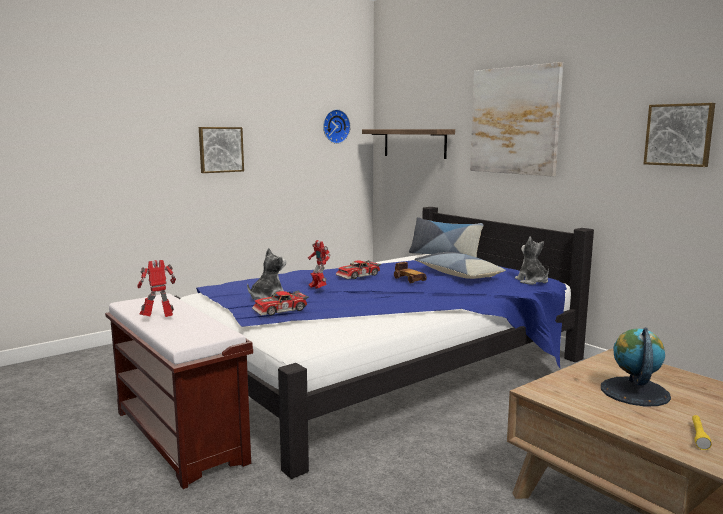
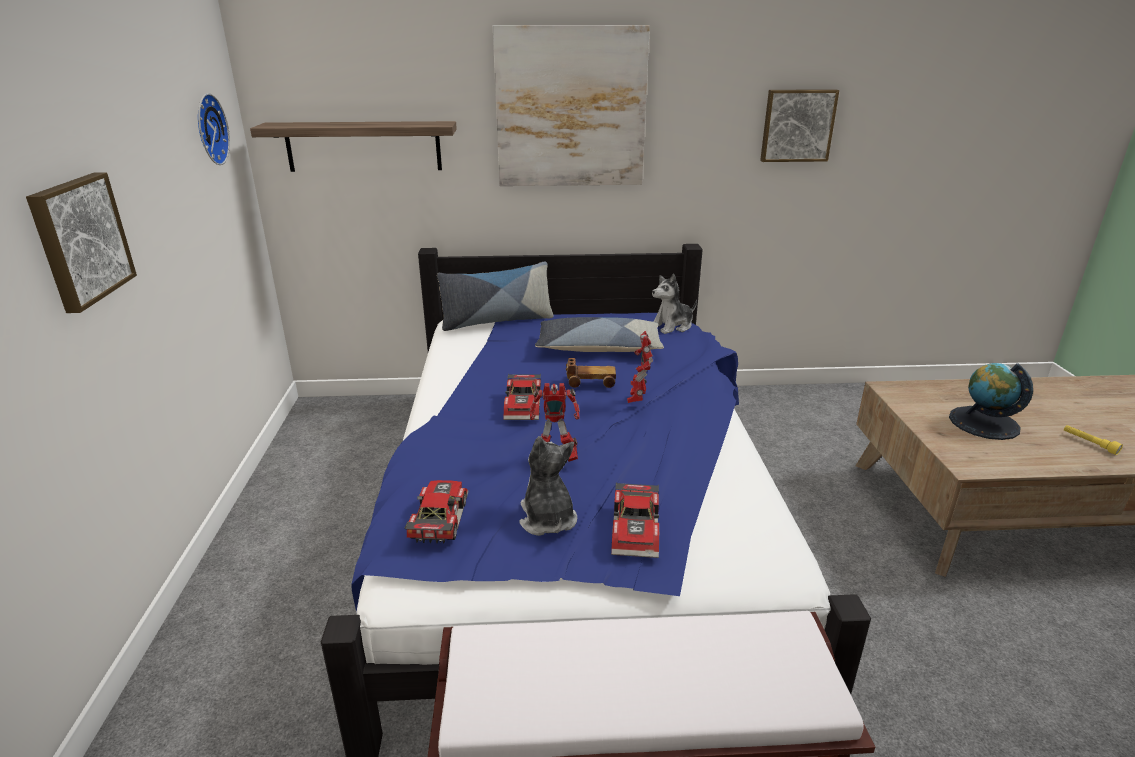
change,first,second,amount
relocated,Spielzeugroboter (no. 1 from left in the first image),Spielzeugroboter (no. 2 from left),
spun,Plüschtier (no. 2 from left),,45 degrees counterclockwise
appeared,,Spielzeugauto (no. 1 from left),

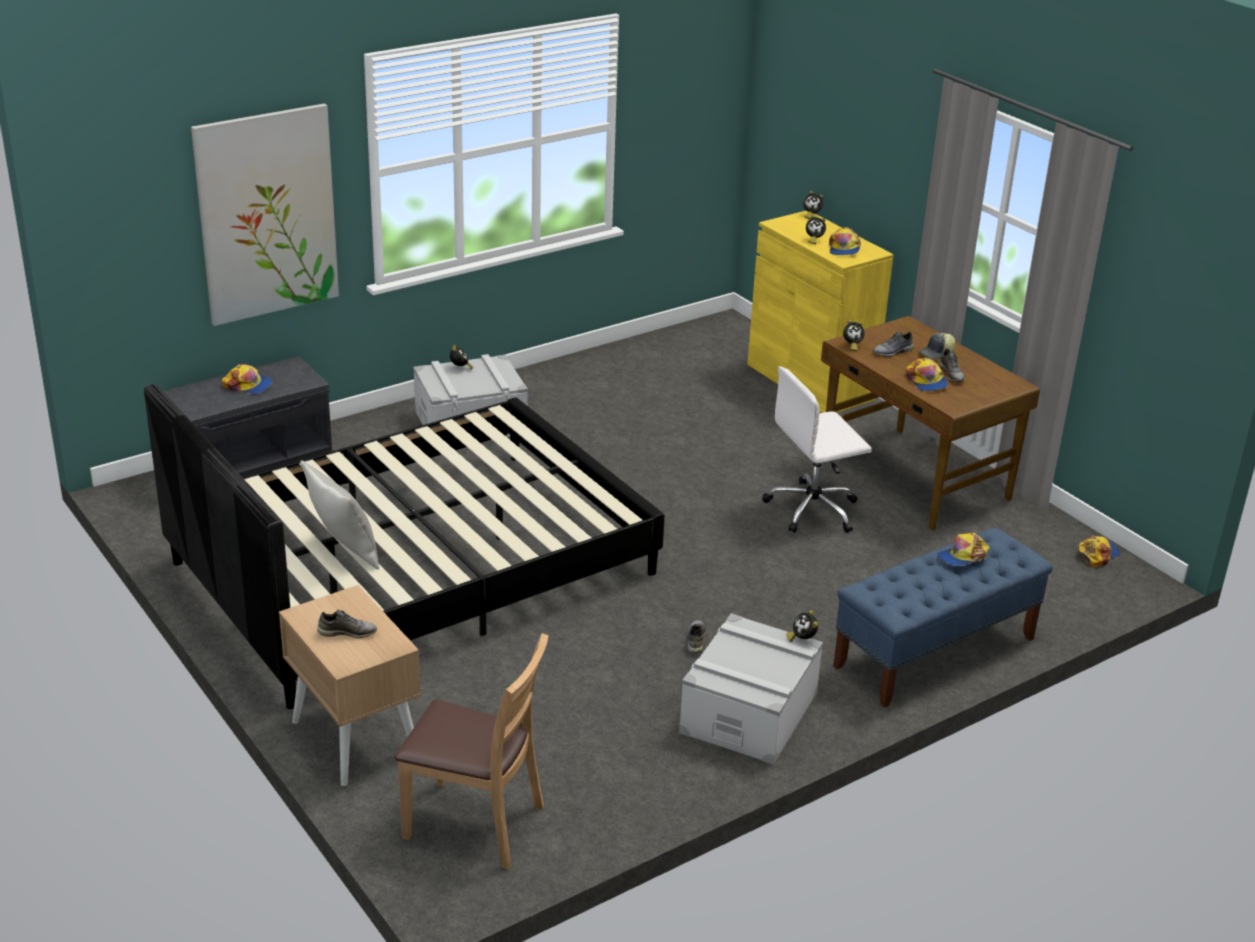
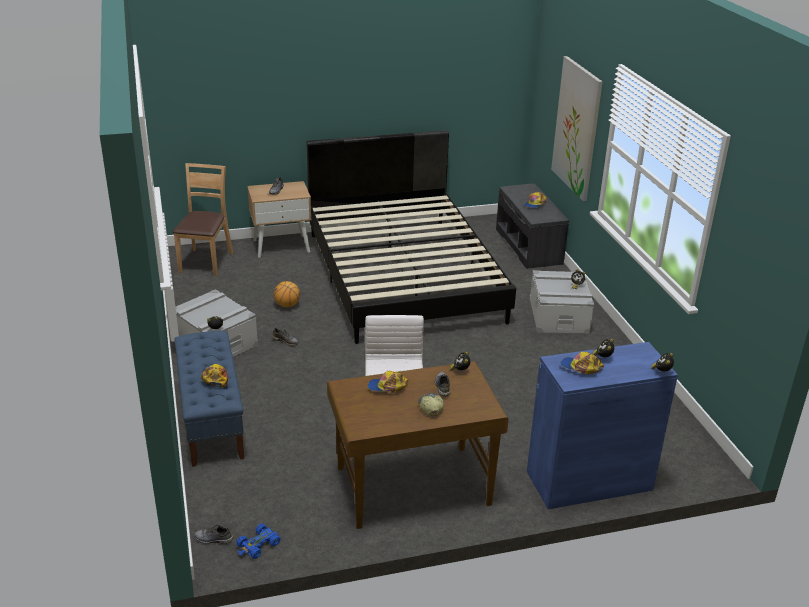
change,first,second,amount
missing,Kissen (grau),,
spun,Stuhl (braun),,150 degrees clockwise
colour,Schrank (gelb),Schrank (blau),
relocated,Schuh (grau) (no. 4 from left in the first image),Schuh (grau) (no. 1 from left),
exchanged,Kappe (no. 6 from left),Spielzeugauto (blau),
appeared,,Basketball,

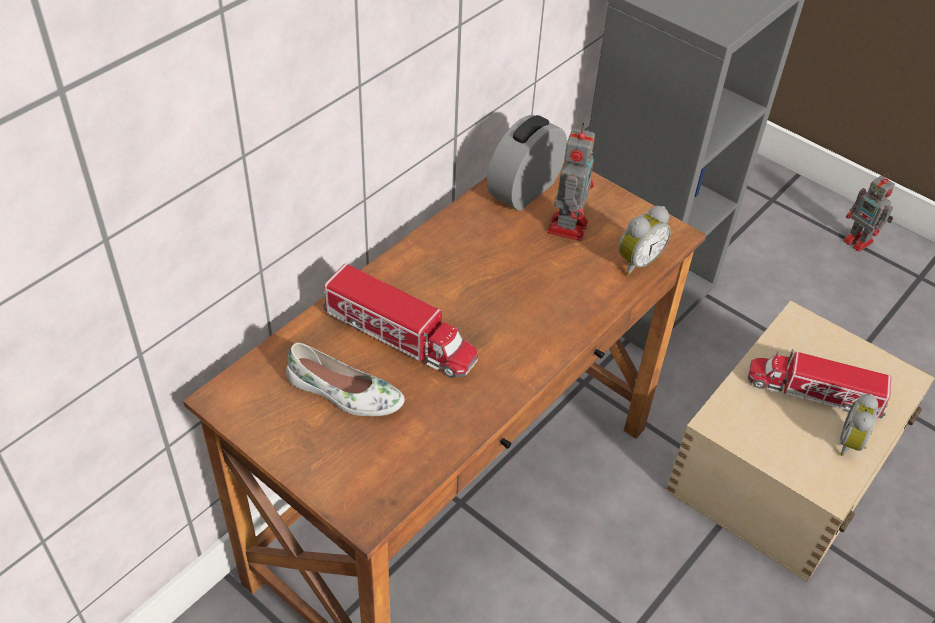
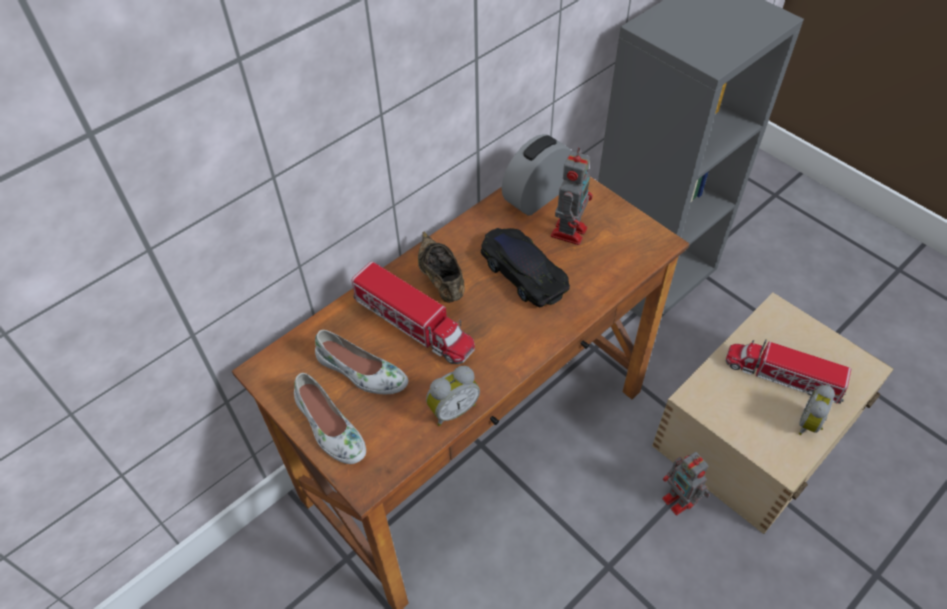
change,first,second,amount
relocated,Wecker (no. 2 from left in the first image),Wecker (no. 1 from left),
relocated,Spielzeugroboter (no. 2 from left),,
appeared,,Schuh (weiß) (no. 1 from left),
appeared,,Schuh (braun),
appeared,,Spielzeugauto (schwarz),

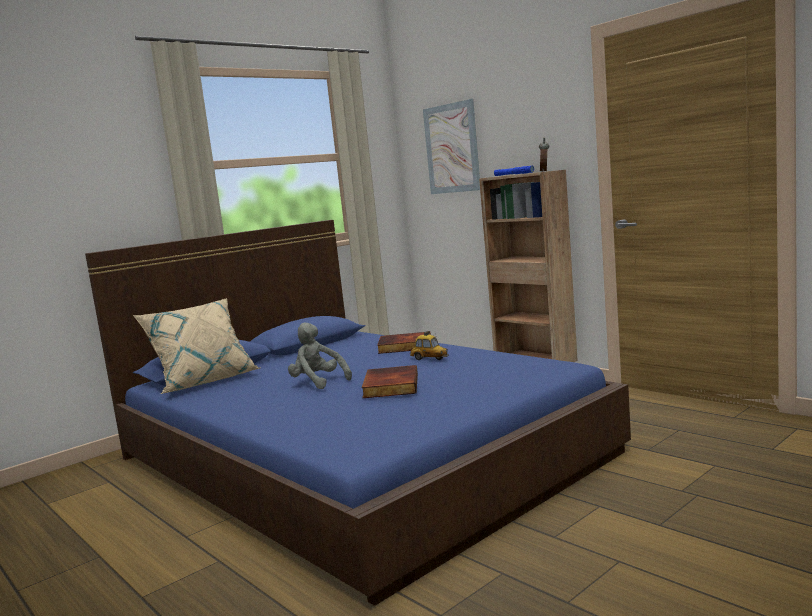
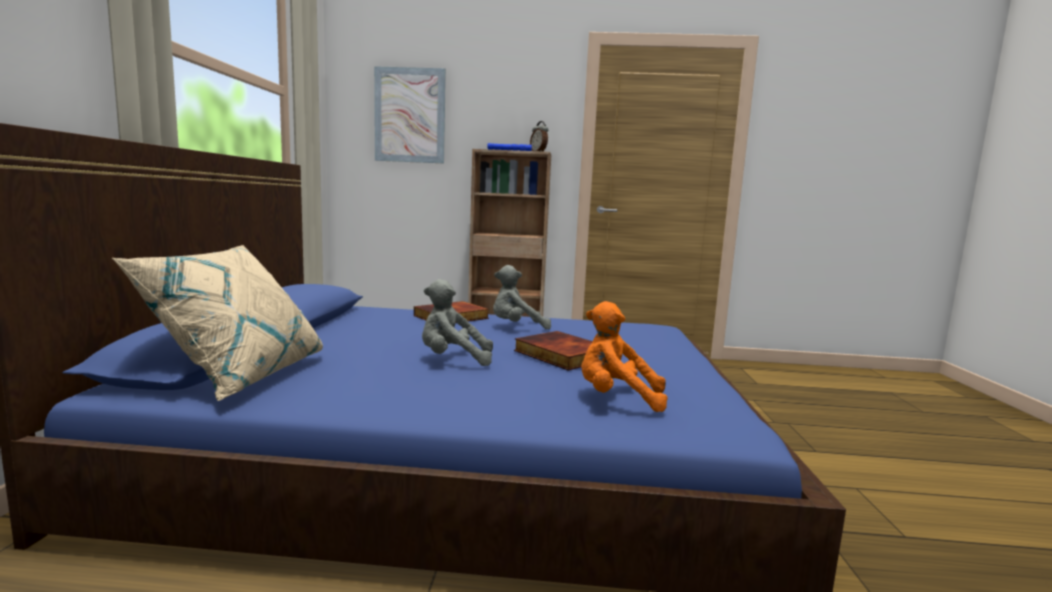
change,first,second,amount
exchanged,Spielzeugauto,Plüschtier (grau) (no. 2 from left),
appeared,,Plüschtier (orange),

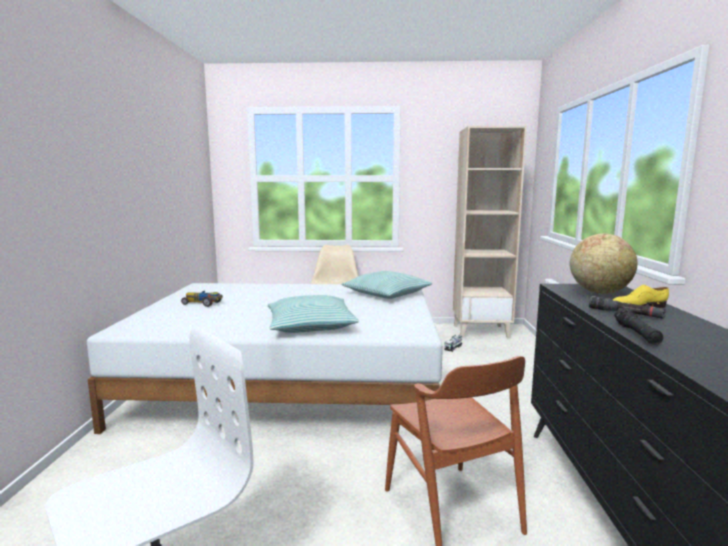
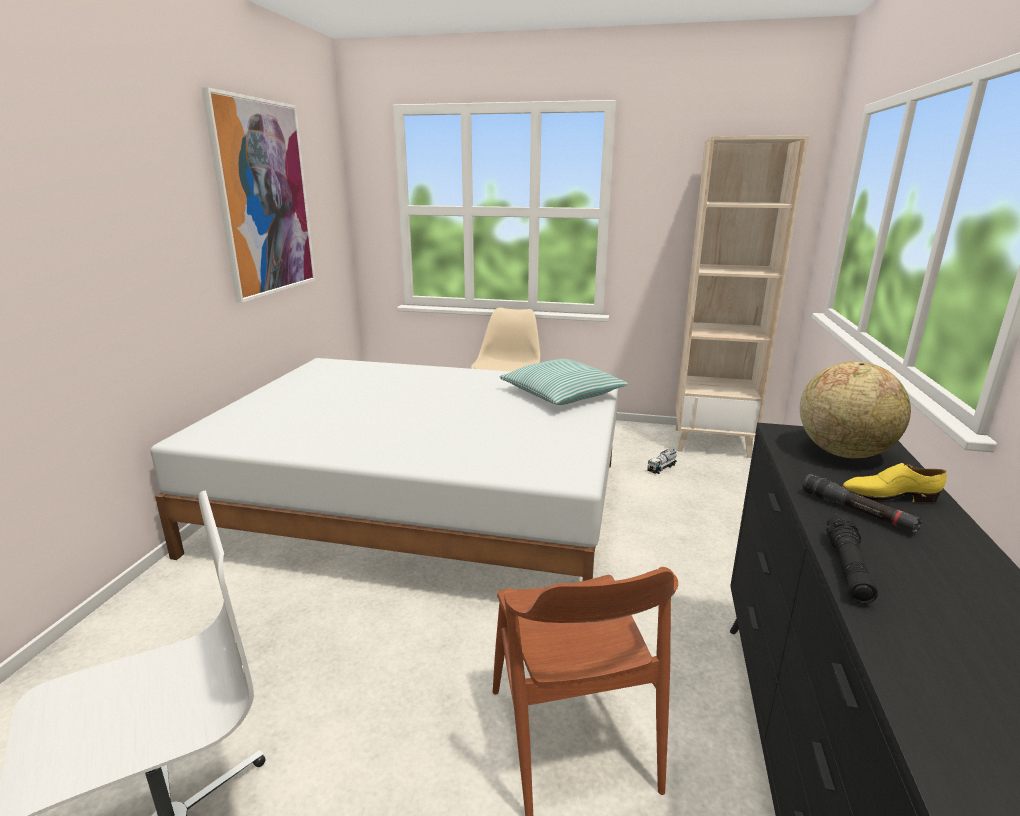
change,first,second,amount
missing,Spielzeugauto,,
missing,Kissen (no. 1 from left),,
appeared,,Bild,

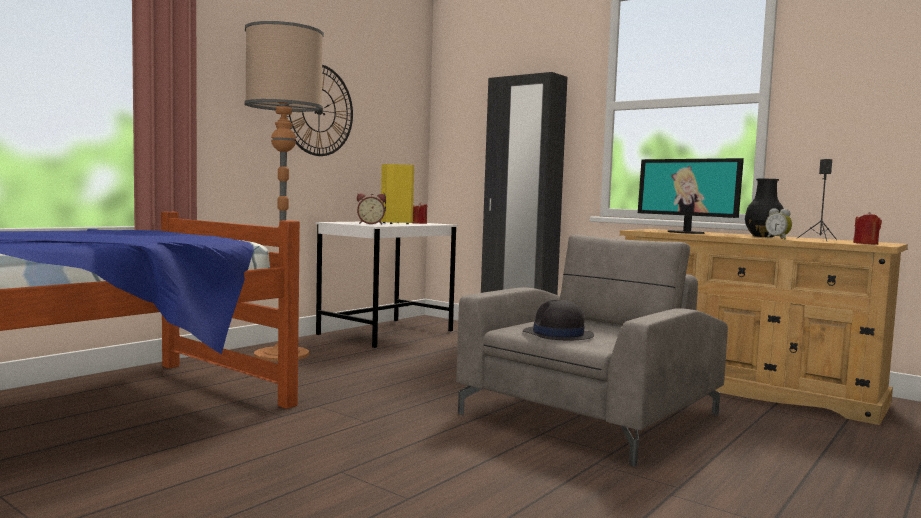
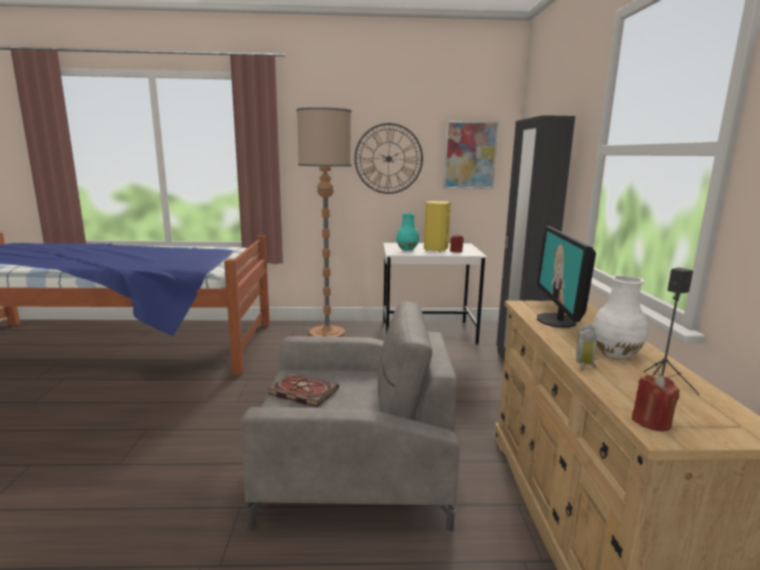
change,first,second,amount
exchanged,Wecker (no. 1 from left),Vase (türkis),
exchanged,Hut (schwarz),Buch,
colour,Vase (schwarz),Vase (weiß),
appeared,,Bild,

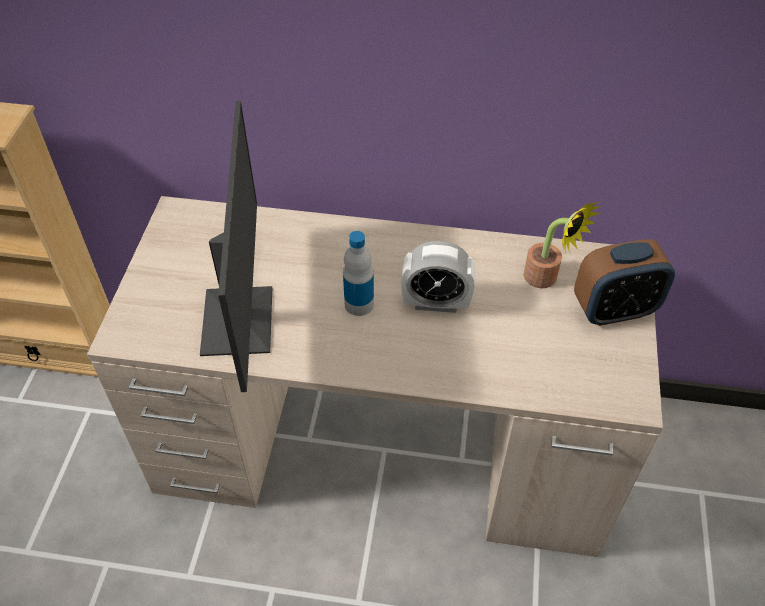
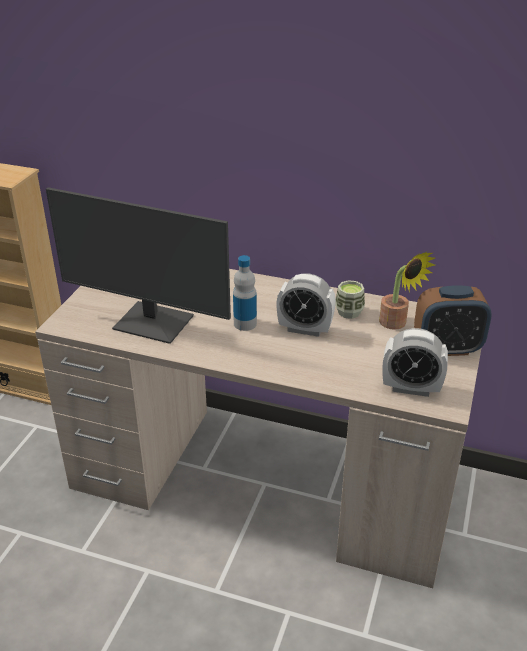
change,first,second,amount
spun,Monitor,,105 degrees clockwise
appeared,,Tasse,
appeared,,Wecker (no. 2 from left),

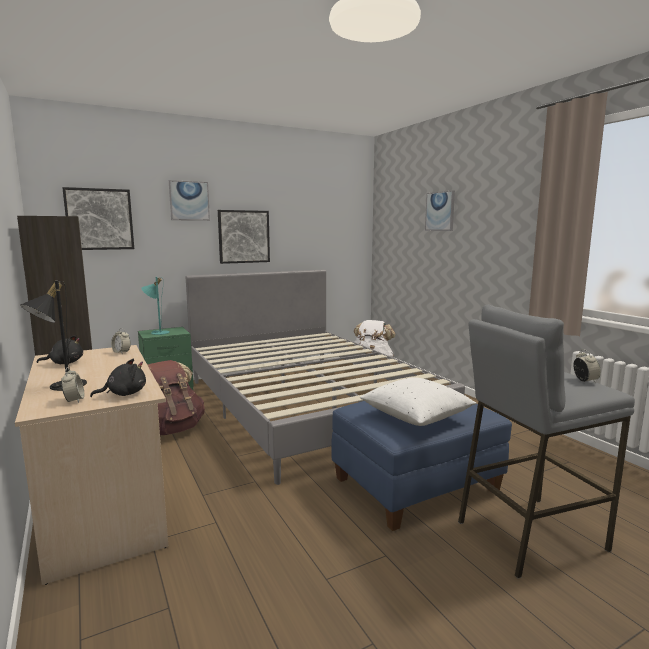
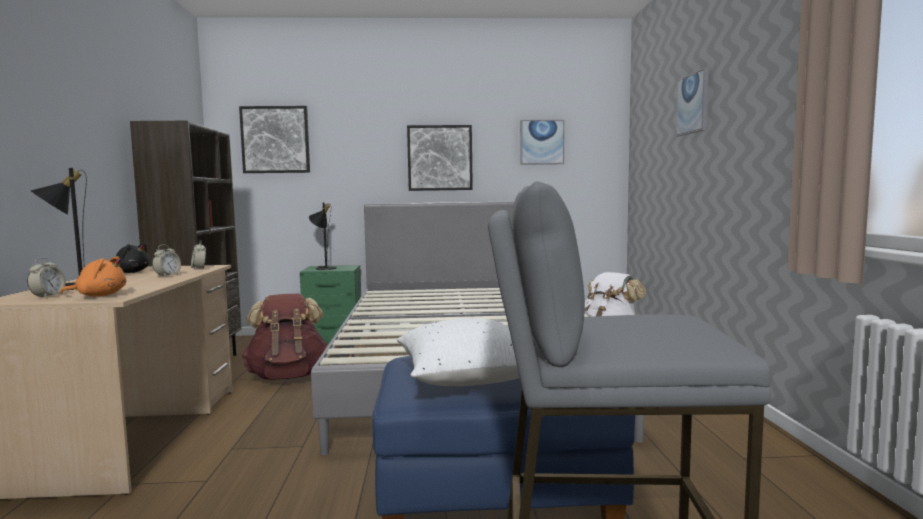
change,first,second,amount
colour,Plüschtier (schwarz) (no. 2 from left),Plüschtier (orange),
colour,Tischlampe (türkis),Tischlampe (schwarz) (no. 2 from left),
relocated,Bild (no. 2 from left in the first image),Bild (no. 3 from left),
relocated,Wecker (no. 3 from left in the first image),Wecker (no. 2 from left),

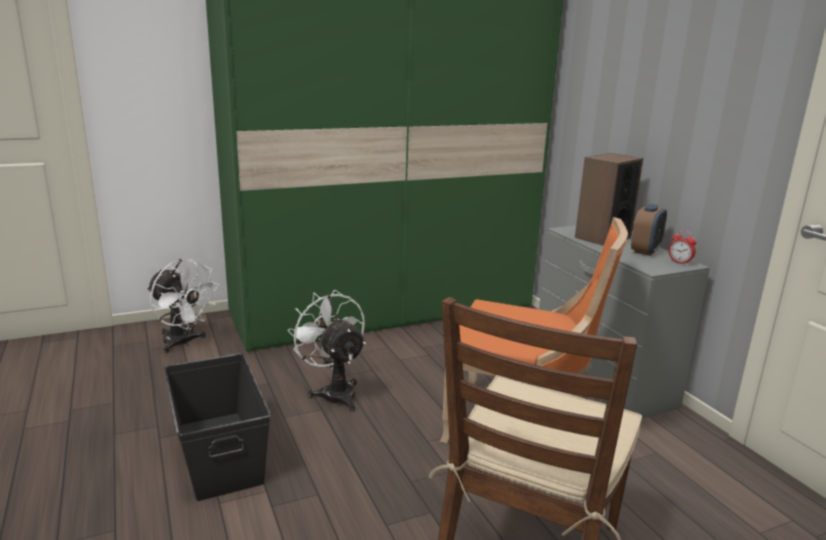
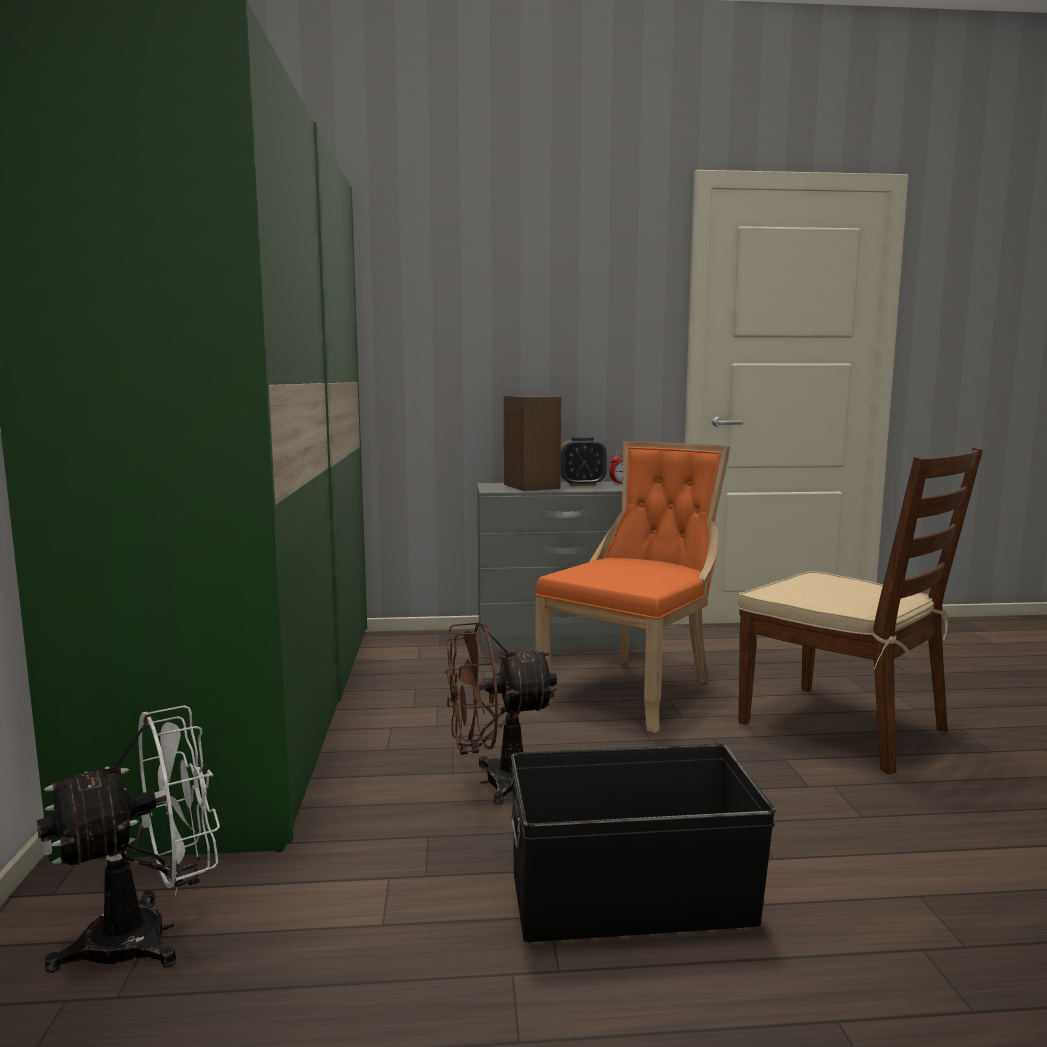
change,first,second,amount
colour,Ventilator (weiß) (no. 2 from left),Ventilator (braun),
spun,Wecker (no. 1 from left),,120 degrees clockwise

